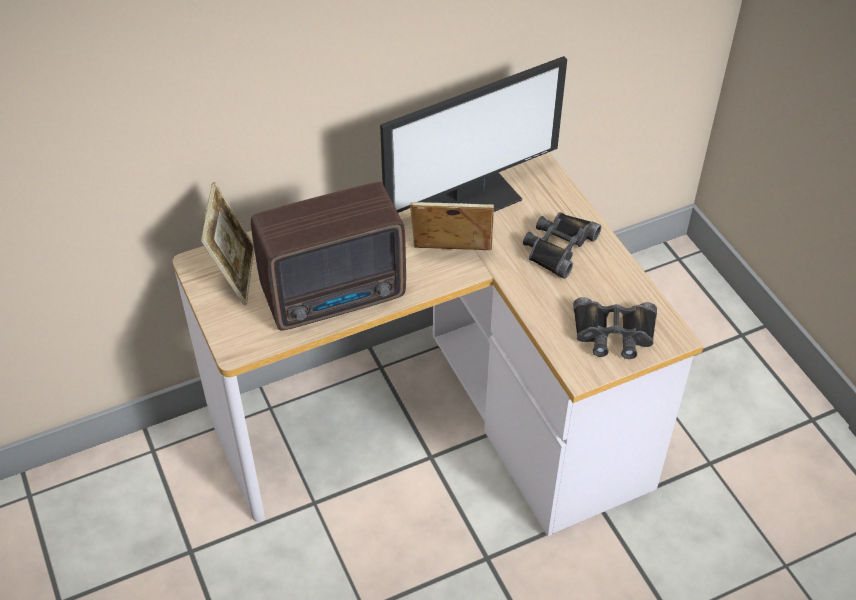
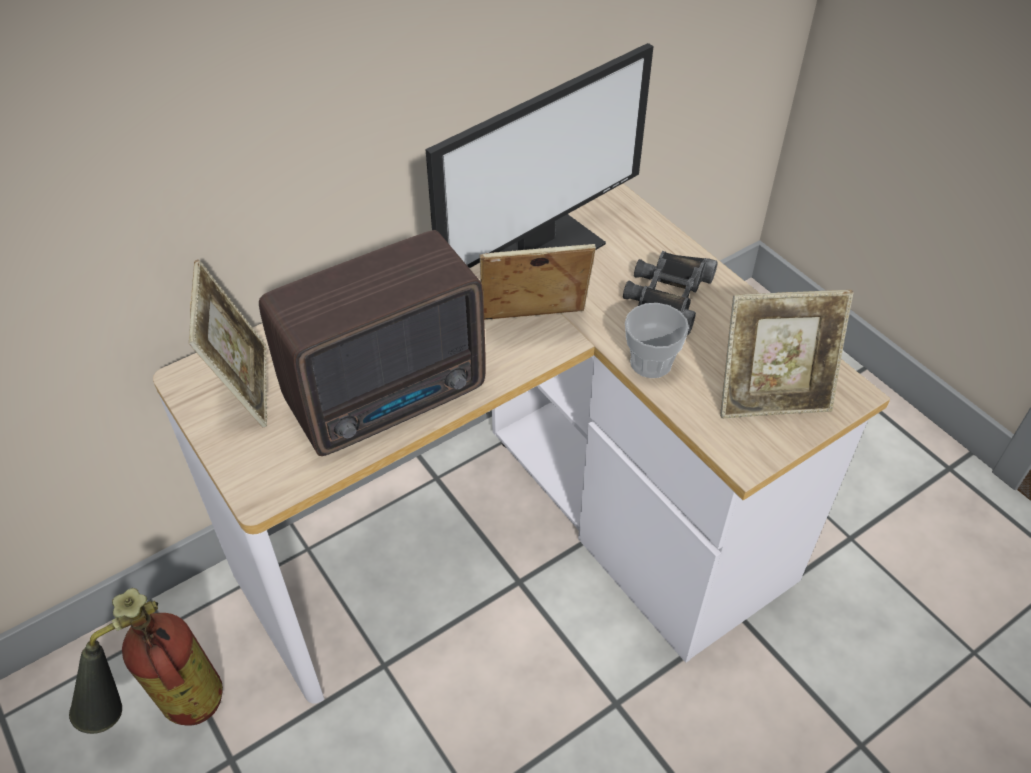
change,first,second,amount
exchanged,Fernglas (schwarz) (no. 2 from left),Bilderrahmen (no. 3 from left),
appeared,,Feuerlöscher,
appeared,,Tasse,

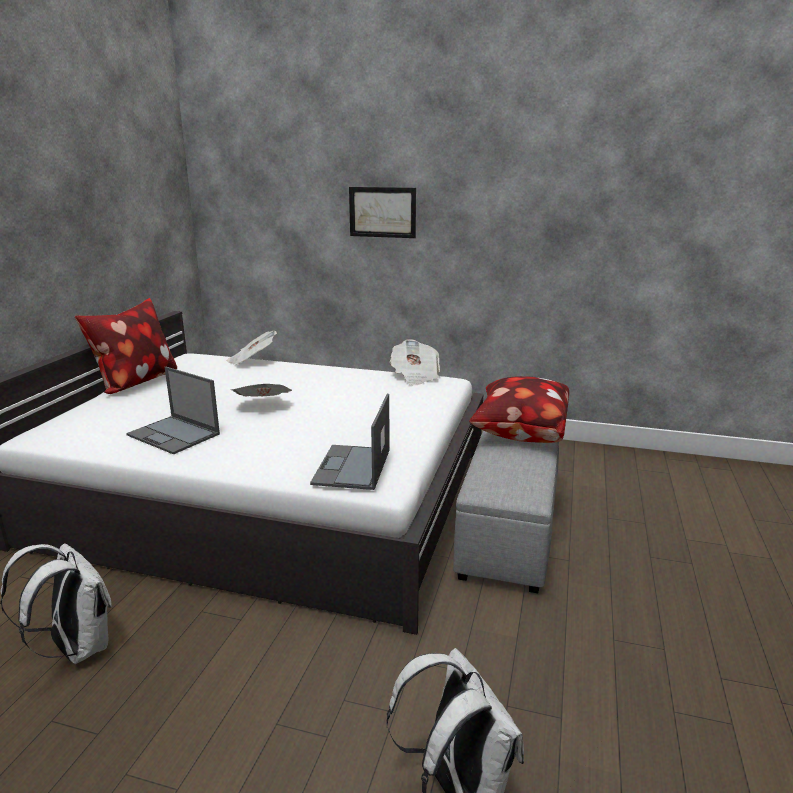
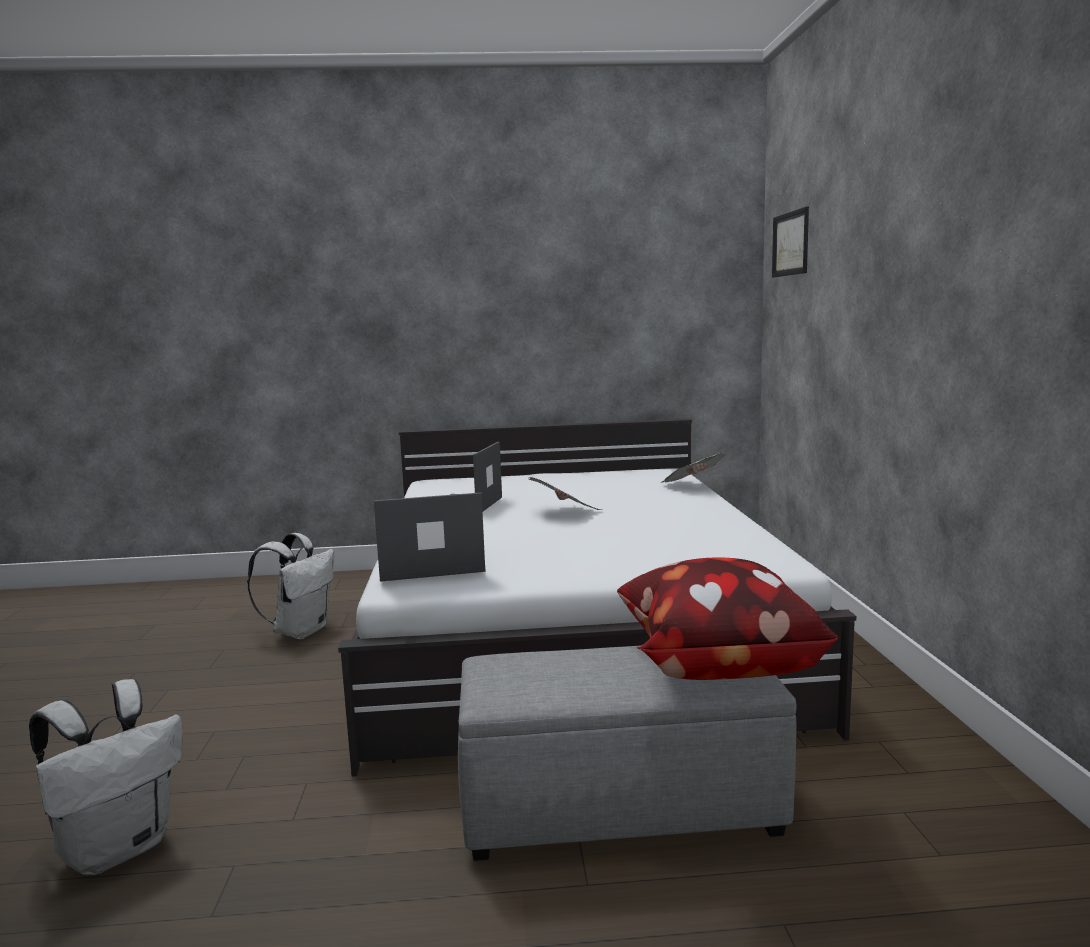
change,first,second,amount
missing,Kissen (no. 1 from left),,
relocated,Bild,,
missing,Zeitung (no. 3 from left),,

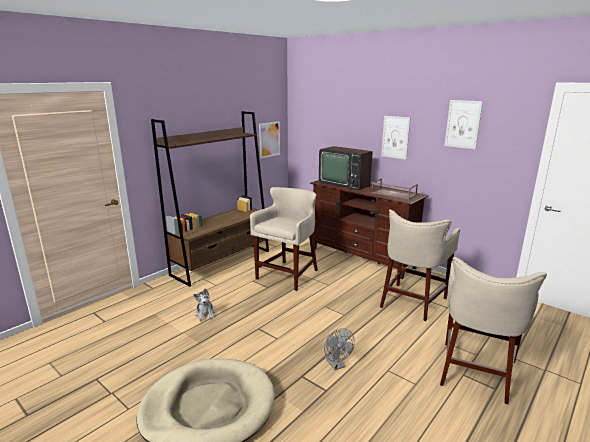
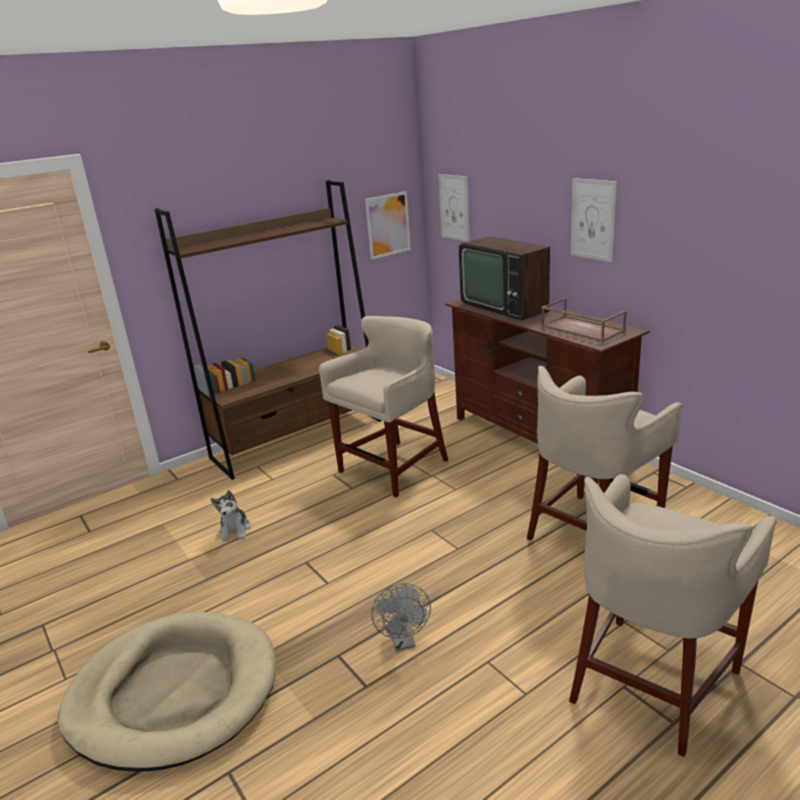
change,first,second,amount
relocated,Bild (no. 3 from left in the first image),Bild (no. 2 from left),

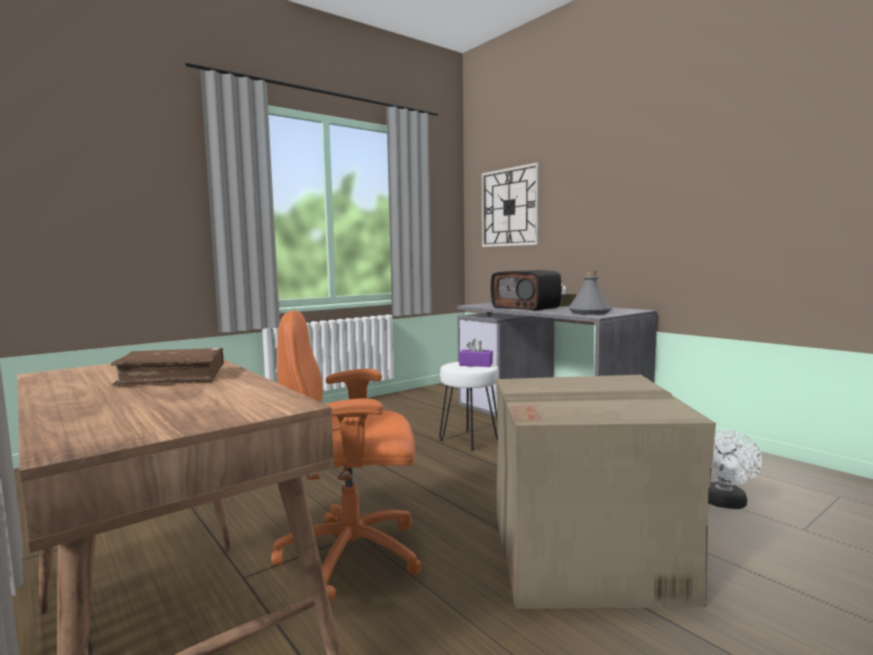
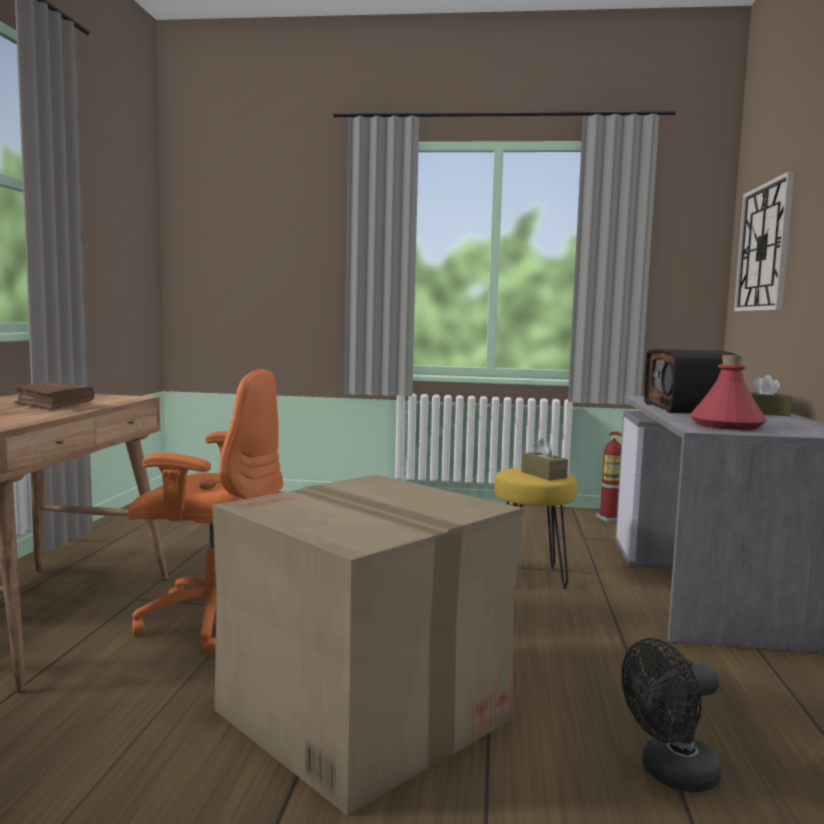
change,first,second,amount
spun,Bürostuhl (orange),,150 degrees clockwise
colour,Hocker (weiß),Hocker (gelb),
colour,Taschentuchbox (lila),Taschentuchbox (braun) (no. 1 from left),
colour,Flasche (grau),Flasche (rot),
colour,Ventilator (weiß),Ventilator (schwarz),
appeared,,Feuerlöscher,

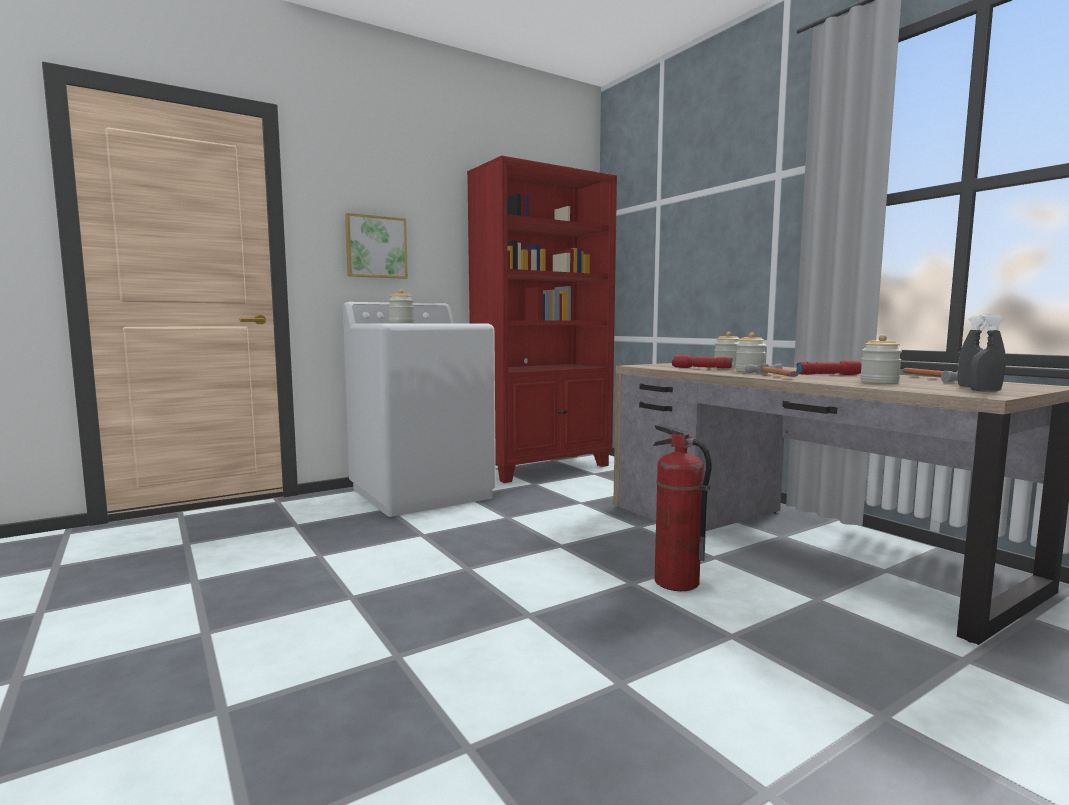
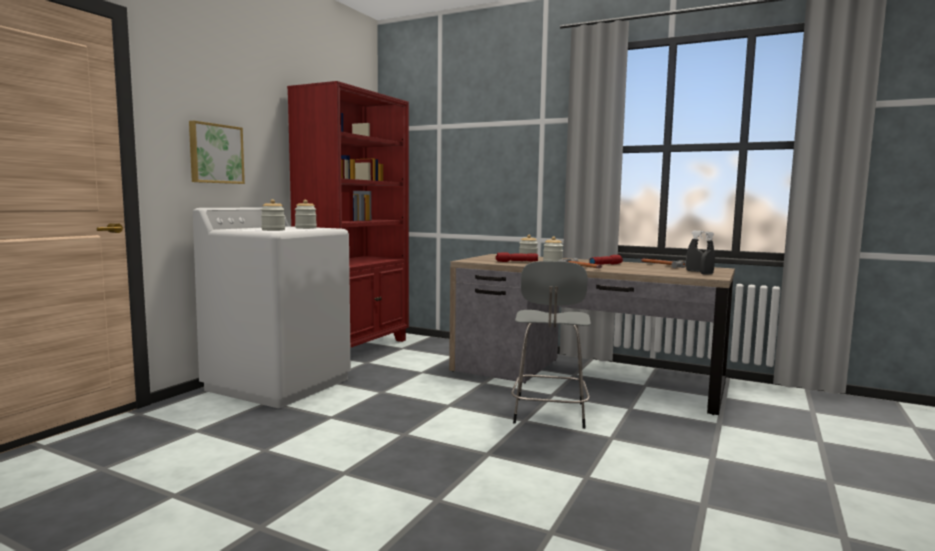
change,first,second,amount
exchanged,Feuerlöscher,Hocker (grau),
relocated,Vorratsglas (no. 4 from left in the first image),Vorratsglas (no. 2 from left),

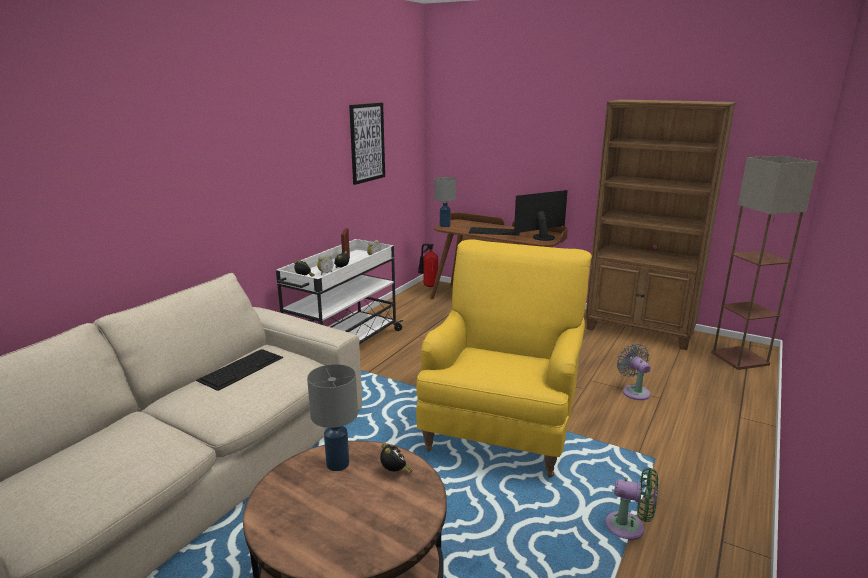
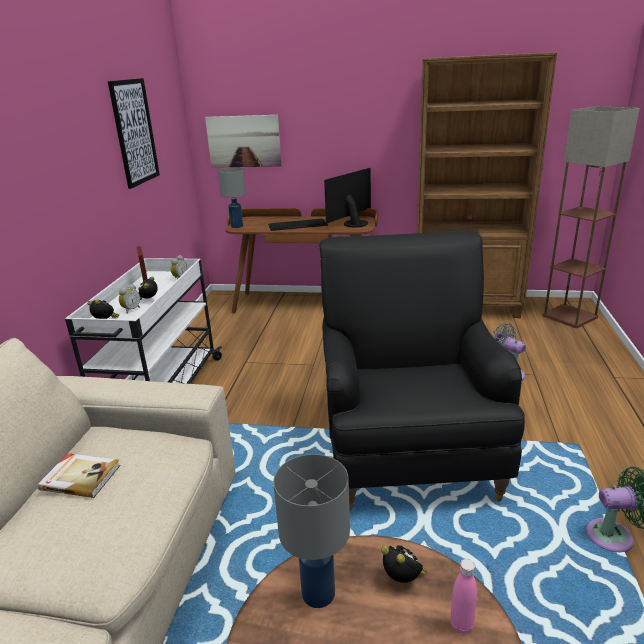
change,first,second,amount
exchanged,Tastatur (no. 1 from left),Buch,
colour,Sessel (gelb),Sessel (schwarz),
missing,Feuerlöscher,,
appeared,,Bild (no. 2 from left),
appeared,,Flasche (rosa),

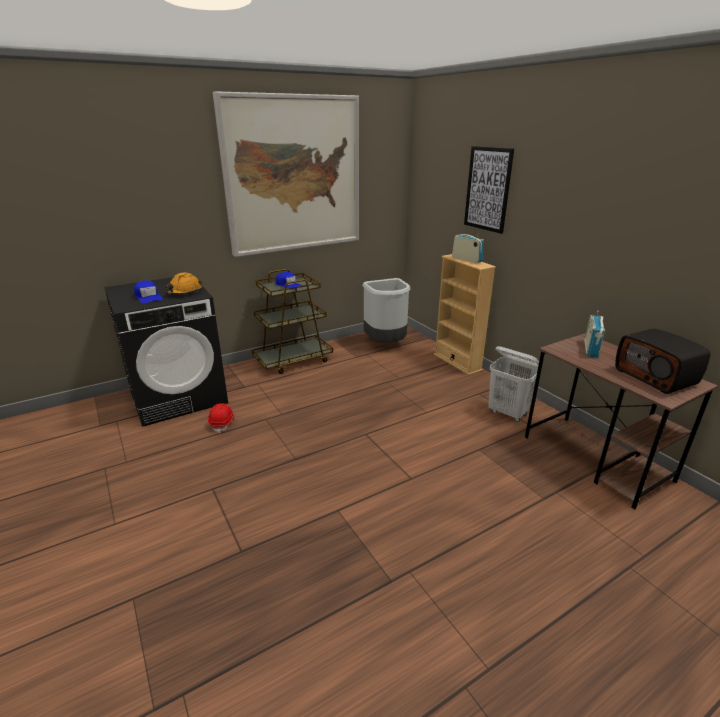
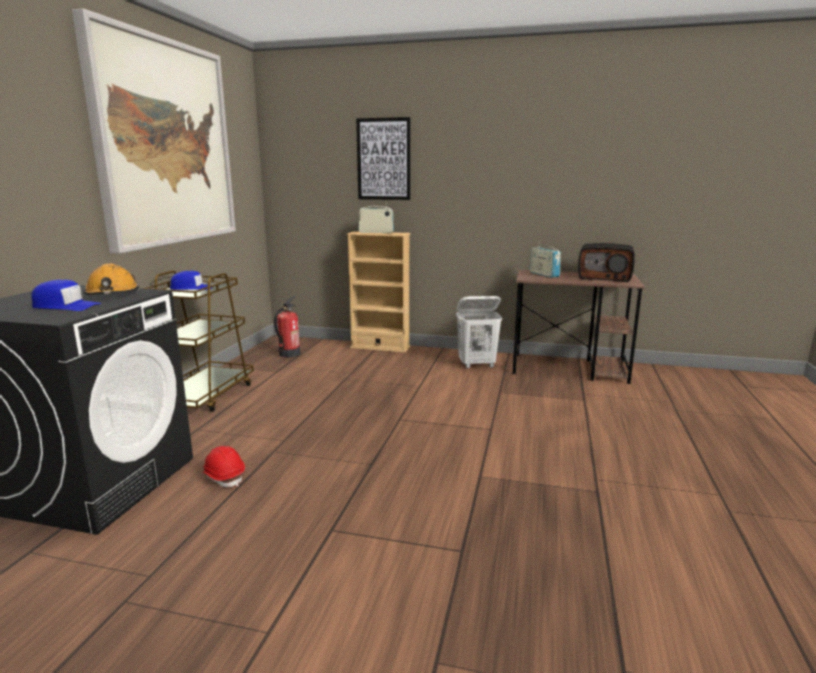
change,first,second,amount
exchanged,Mülleimer (grau),Feuerlöscher,

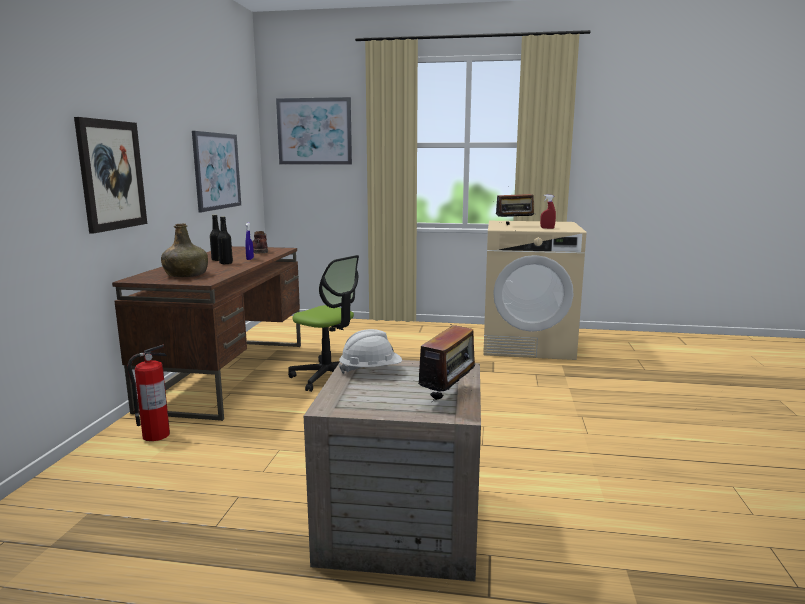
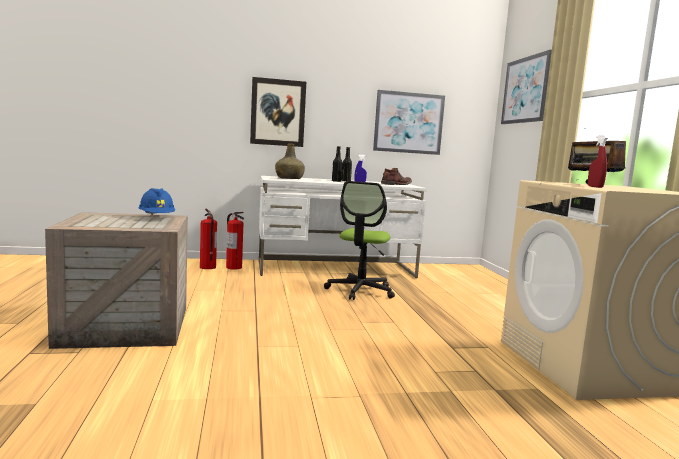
change,first,second,amount
colour,Schreibtisch (braun),Schreibtisch (weiß),
colour,Schutzhelm (weiß),Schutzhelm (blau),
missing,Radio (no. 1 from left),,
appeared,,Feuerlöscher (no. 1 from left),

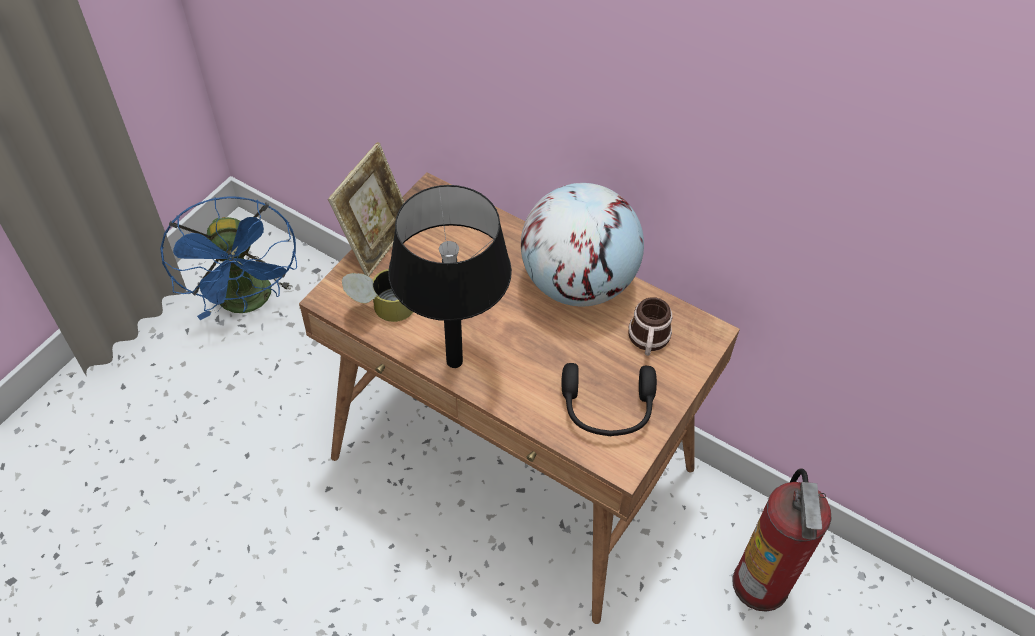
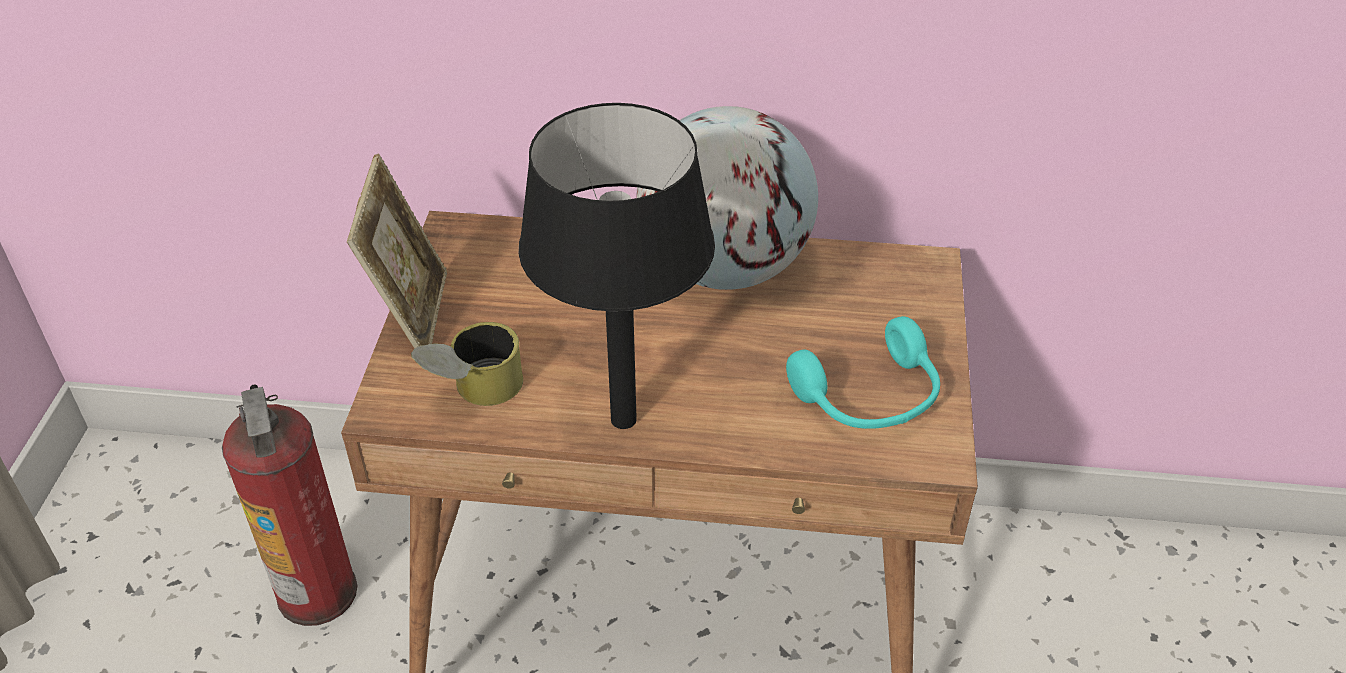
change,first,second,amount
missing,Ventilator (blau),,
colour,Kopfhörer (schwarz),Kopfhörer (türkis),
missing,Henkelbecher,,
relocated,Feuerlöscher,,

